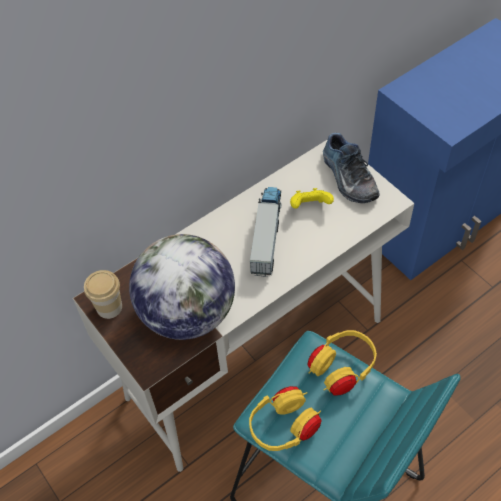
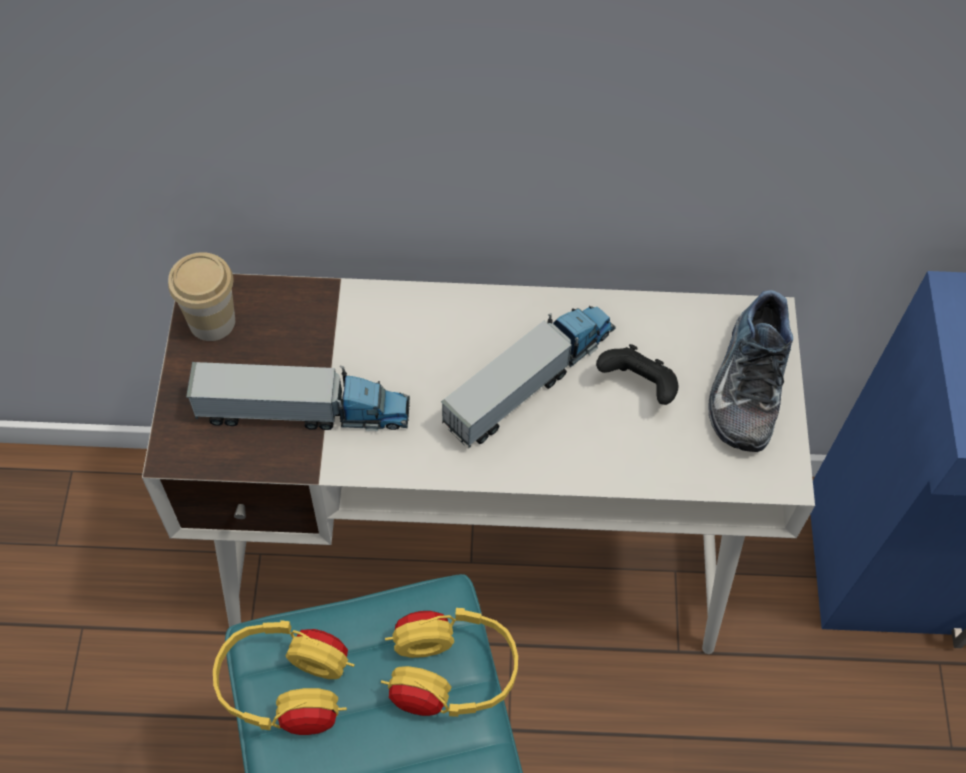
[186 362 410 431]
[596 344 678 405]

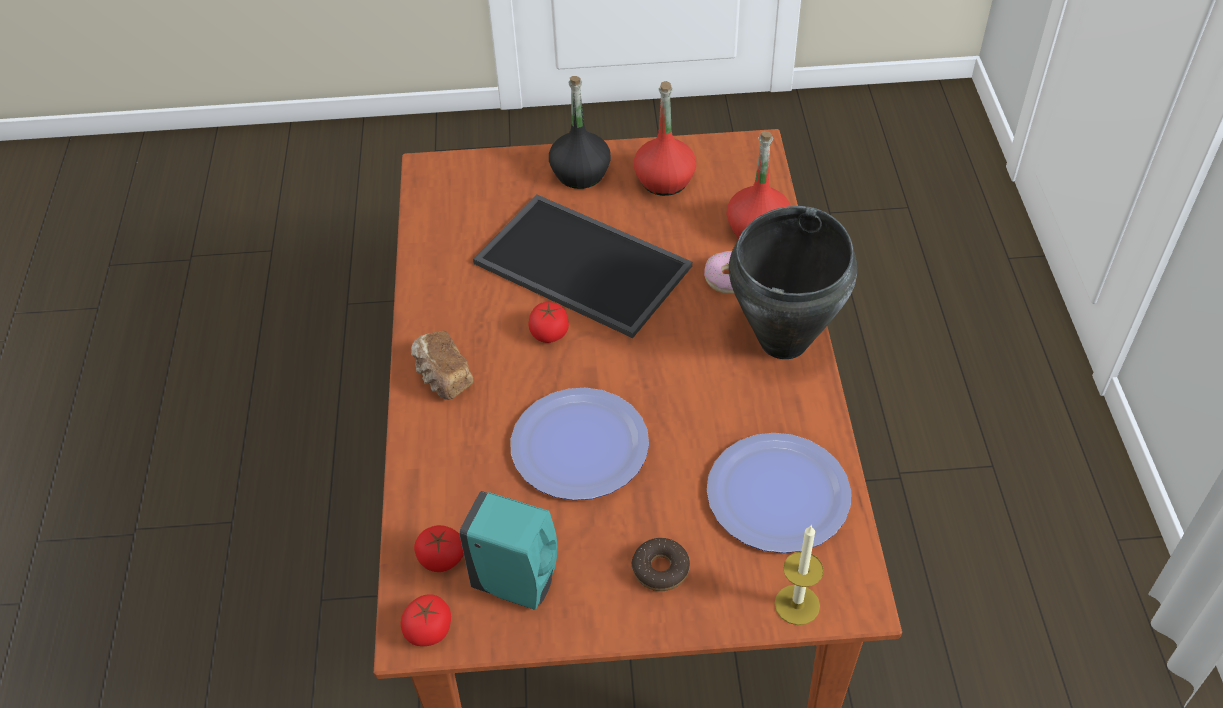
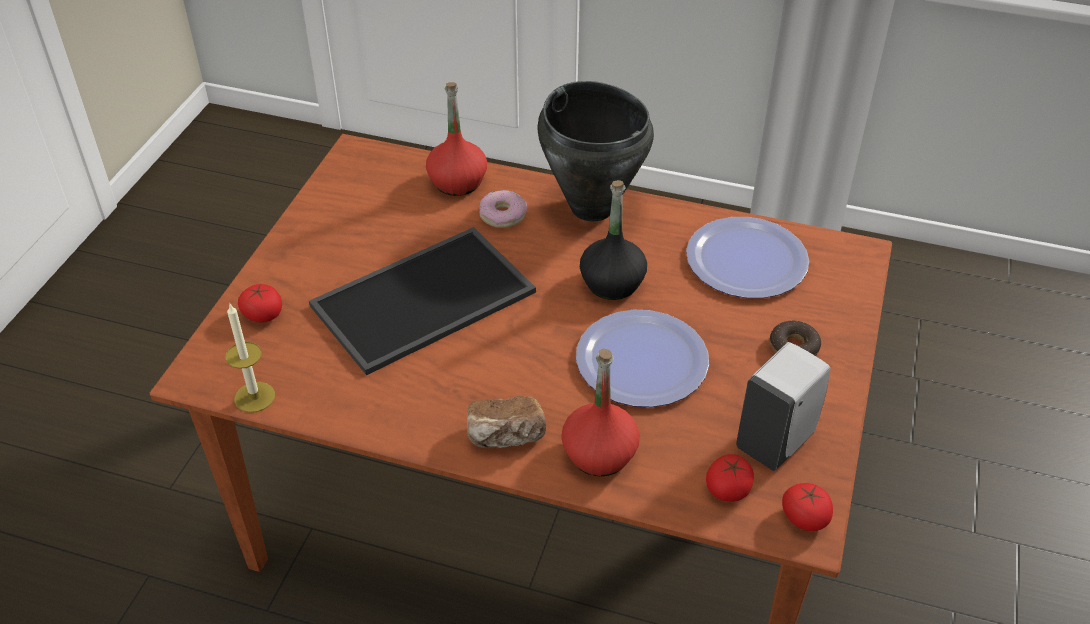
[225 304 275 413]
[238 283 282 323]
[561 348 640 476]
[580 180 647 300]
[736 342 830 471]

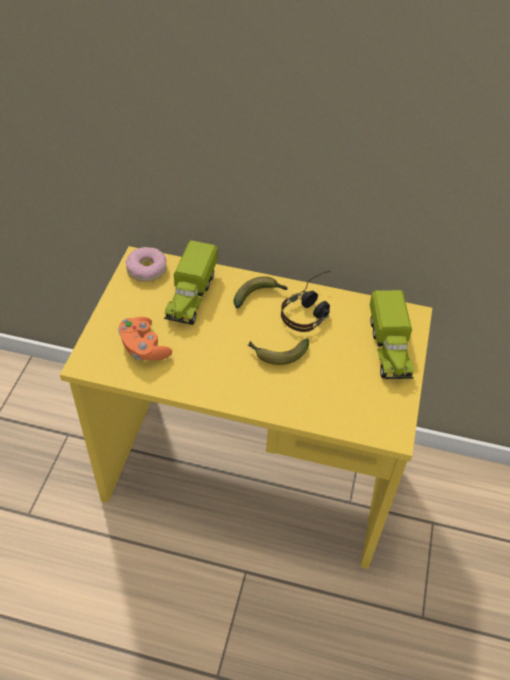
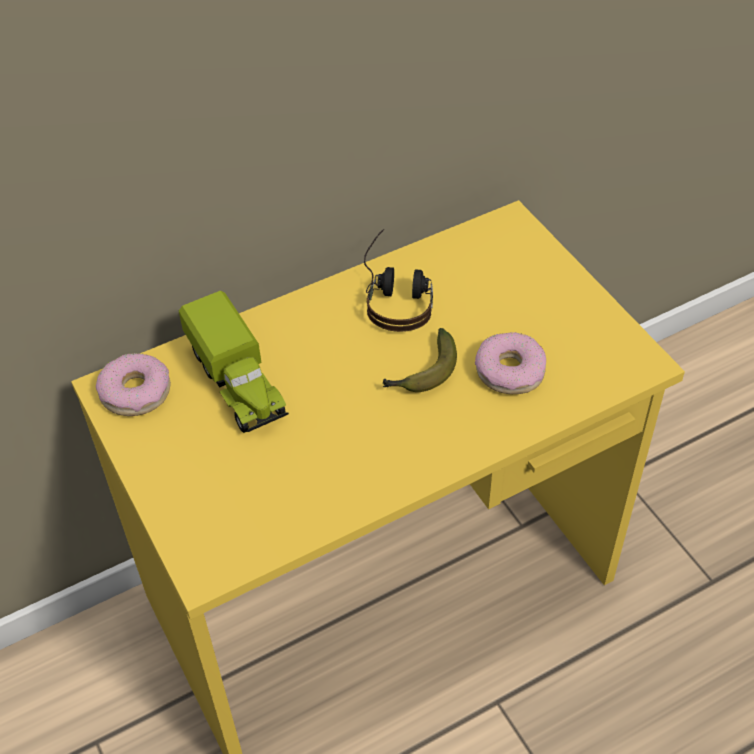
[475 332 546 394]
[118 317 172 360] (first image)
[234 276 288 308] (first image)
[369 290 414 379] (first image)

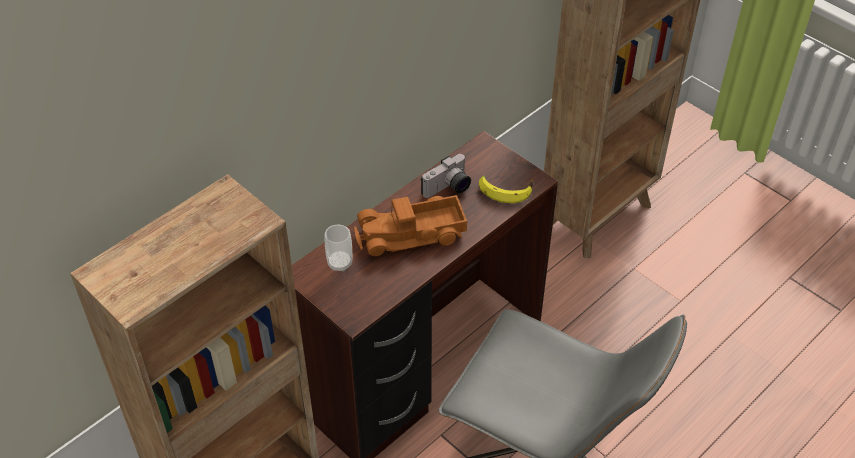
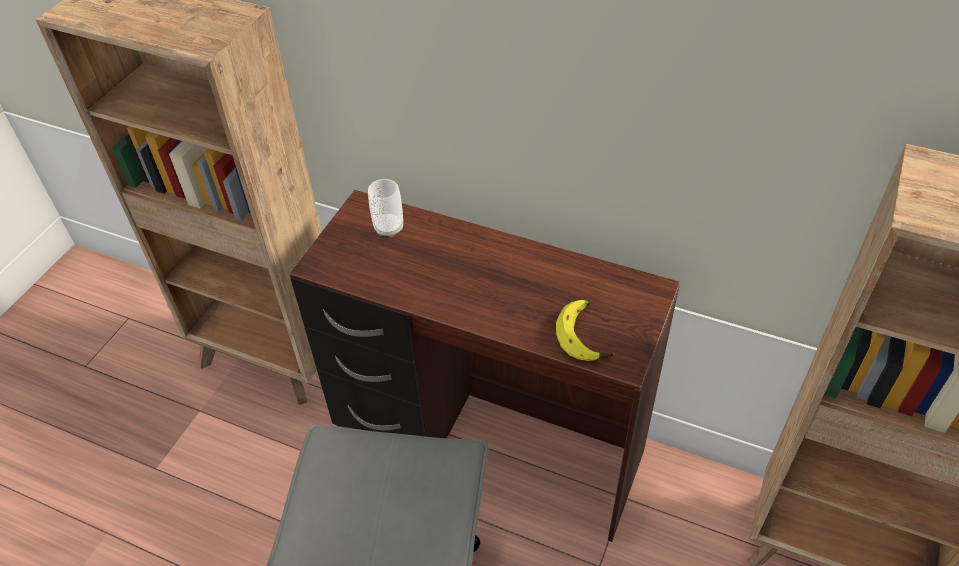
[354 195 467 256] (first image)
[421 154 471 198] (first image)

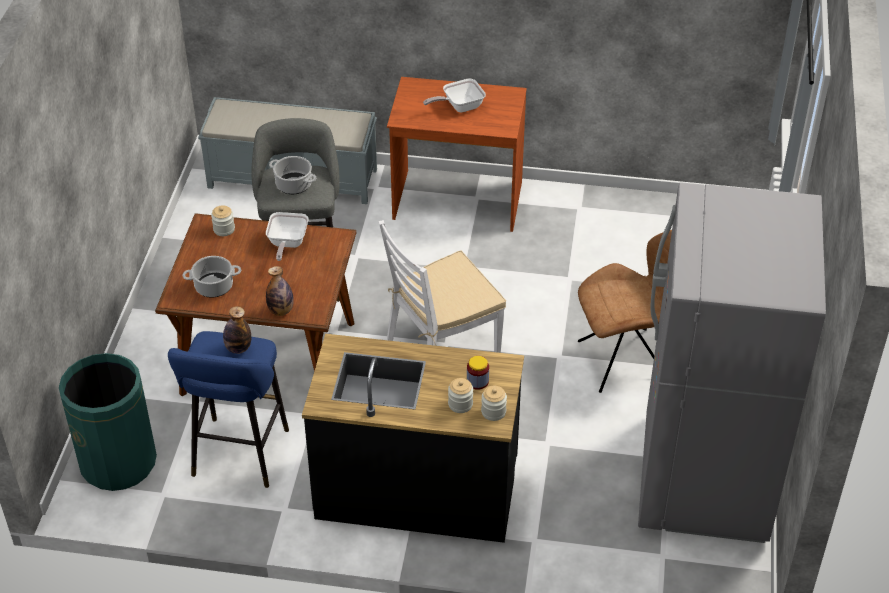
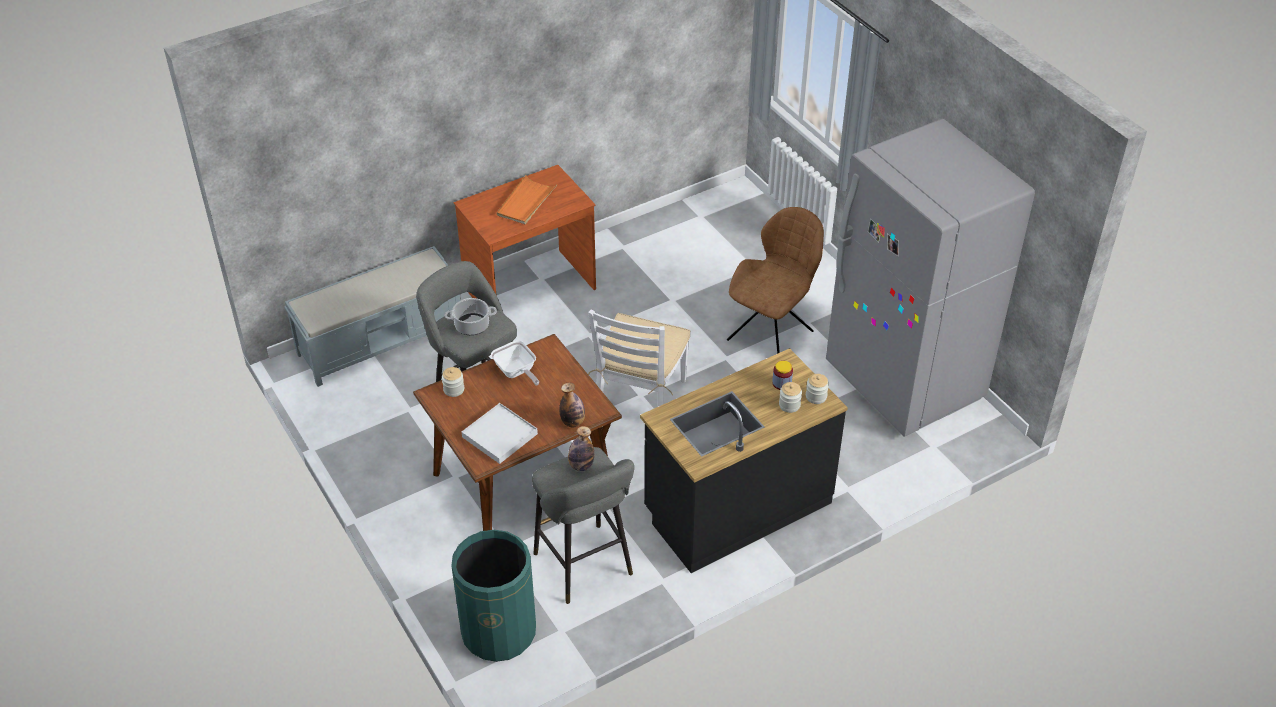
[462 403 538 464]
[497 175 557 224]
[532 447 634 604]

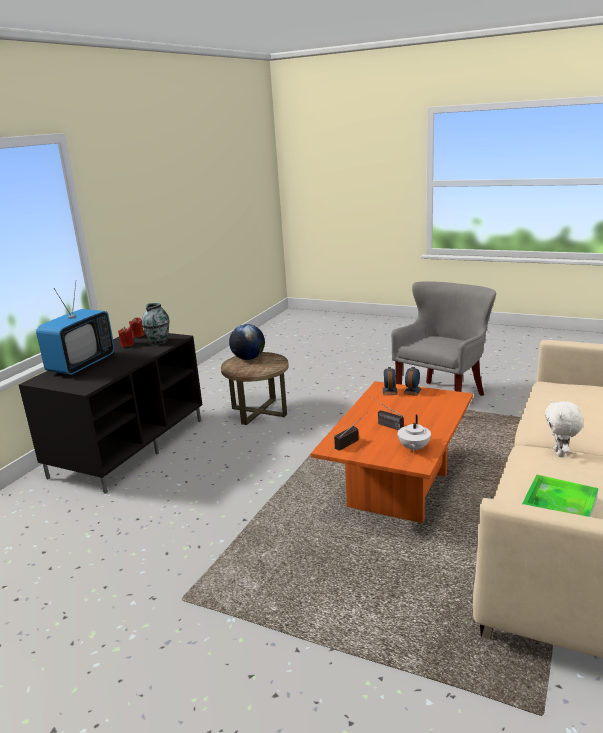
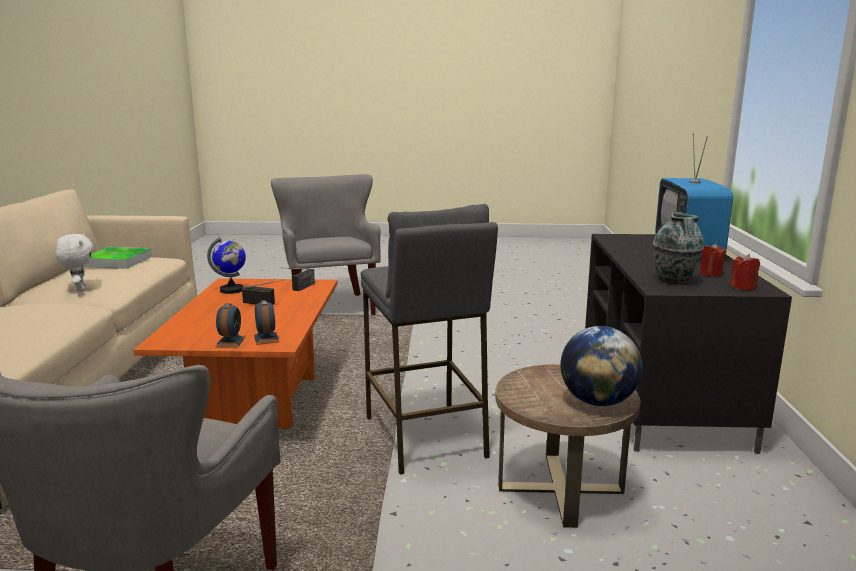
[207 237 246 294]
[271 174 381 315]
[361 204 498 475]

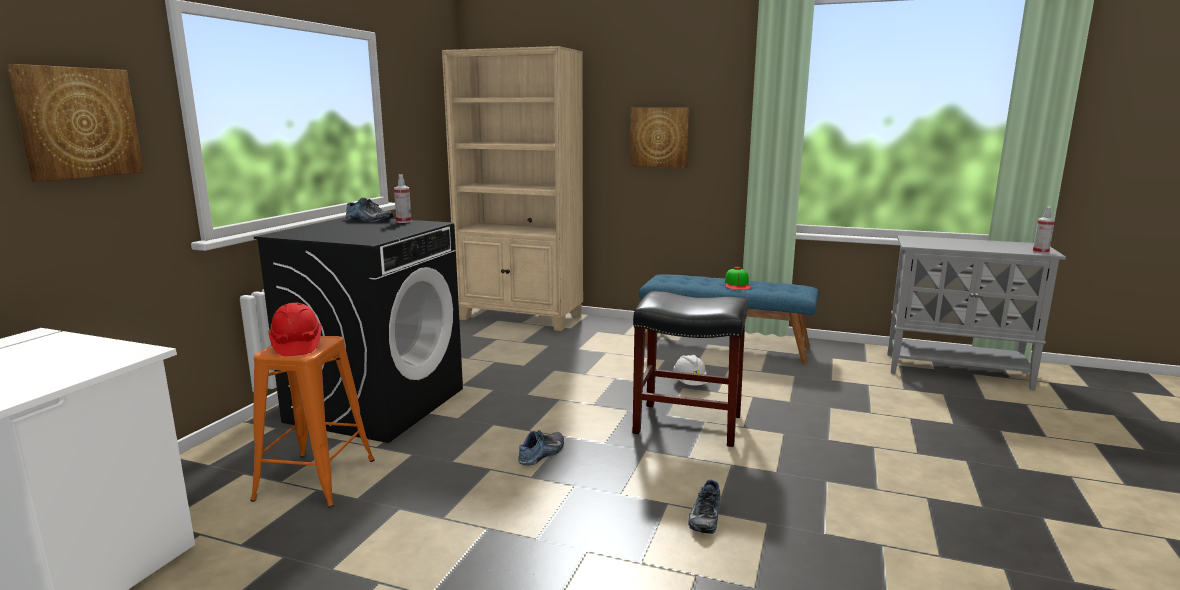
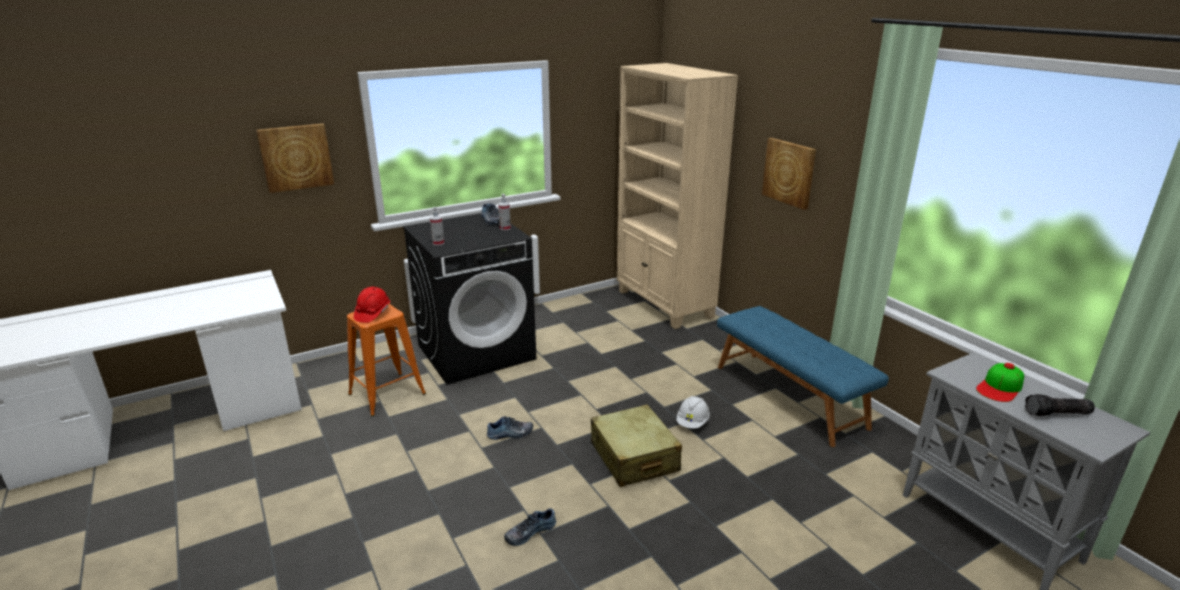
[430 207 444 246]
[591 404 682 487]
[976 363 1024 402]
[1025 394 1095 416]

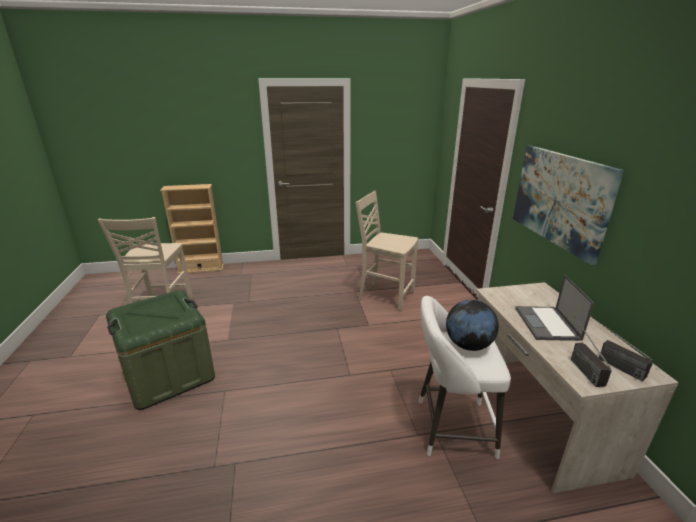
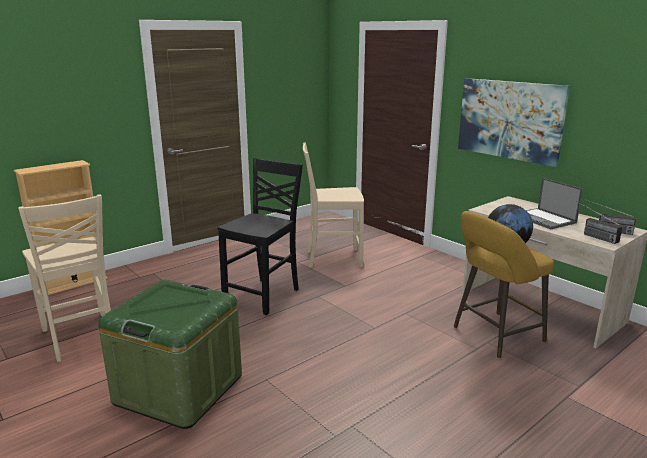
[218 158 303 315]
[454 211 554 359]

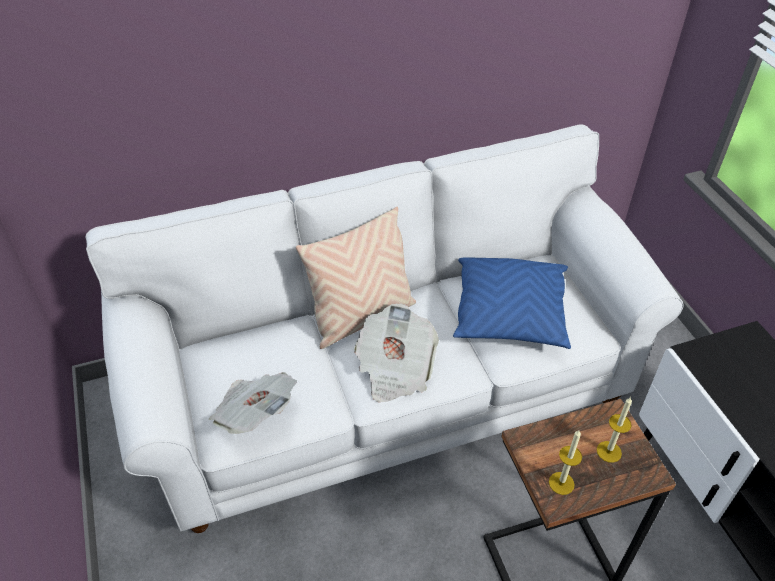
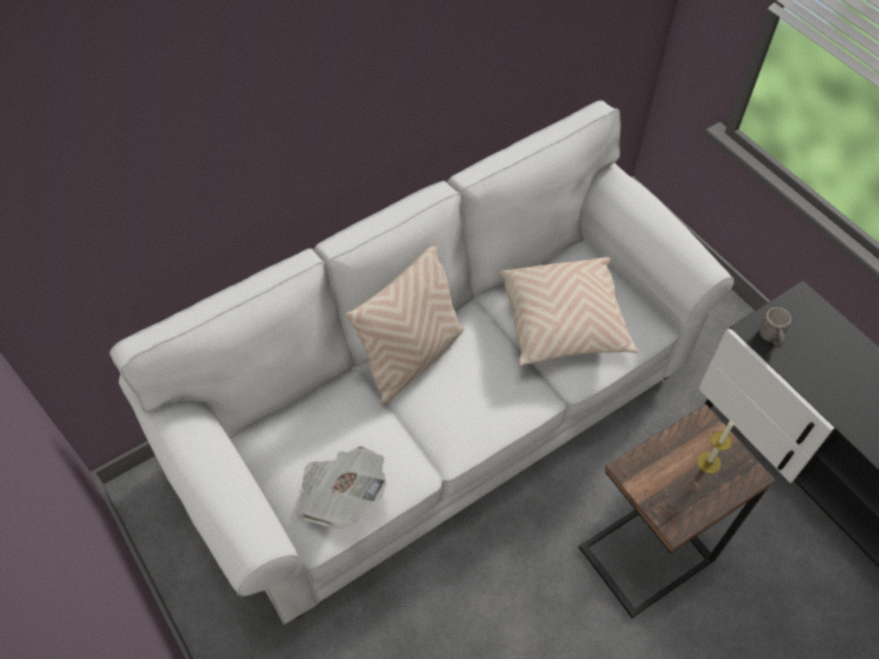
[498 257 638 366]
[760 307 791 348]
[354 303 439 403] (first image)
[549 430 582 495] (first image)

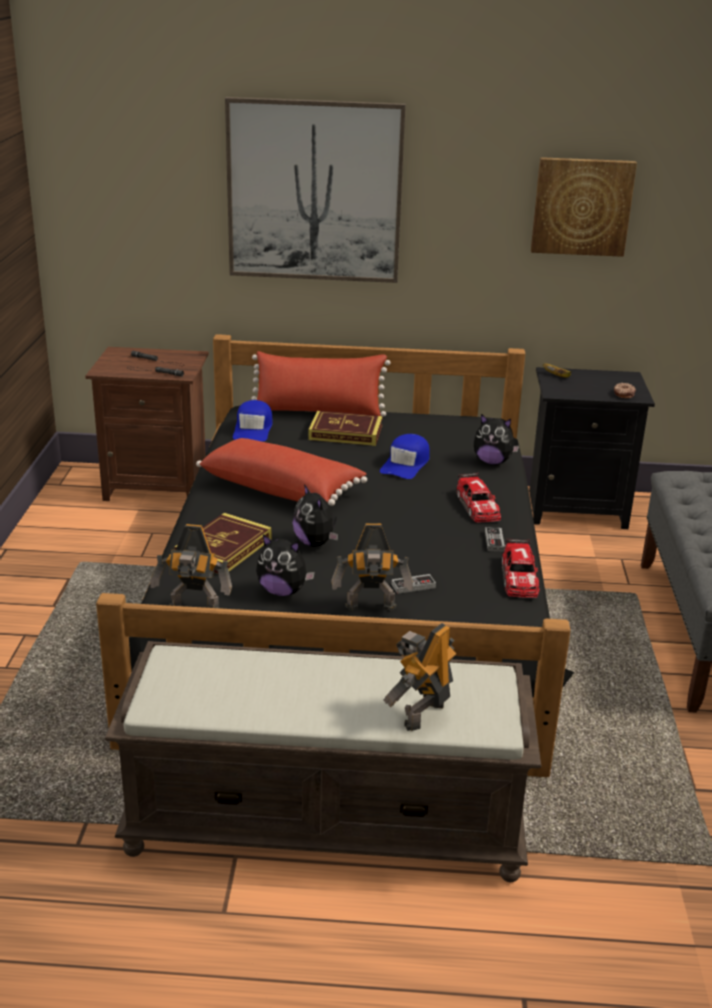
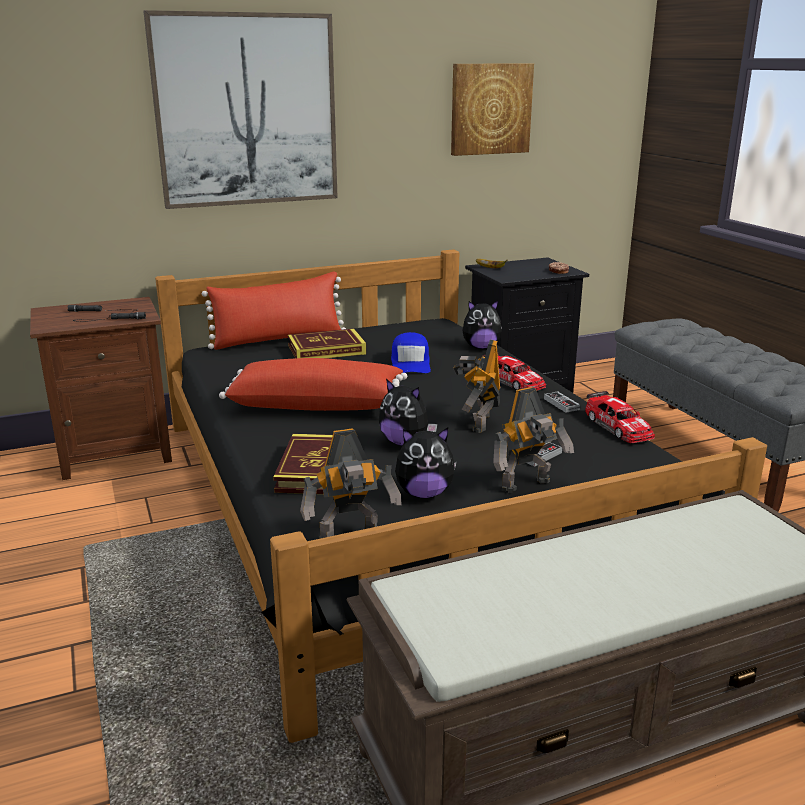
[453 339 501 433]
[233 400 273 442] (first image)

